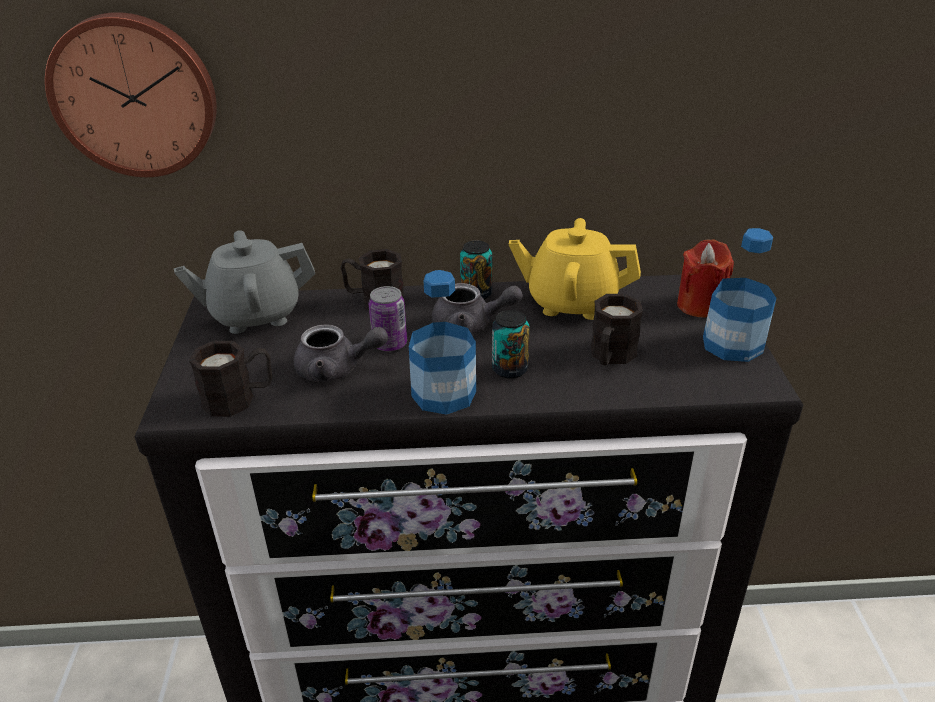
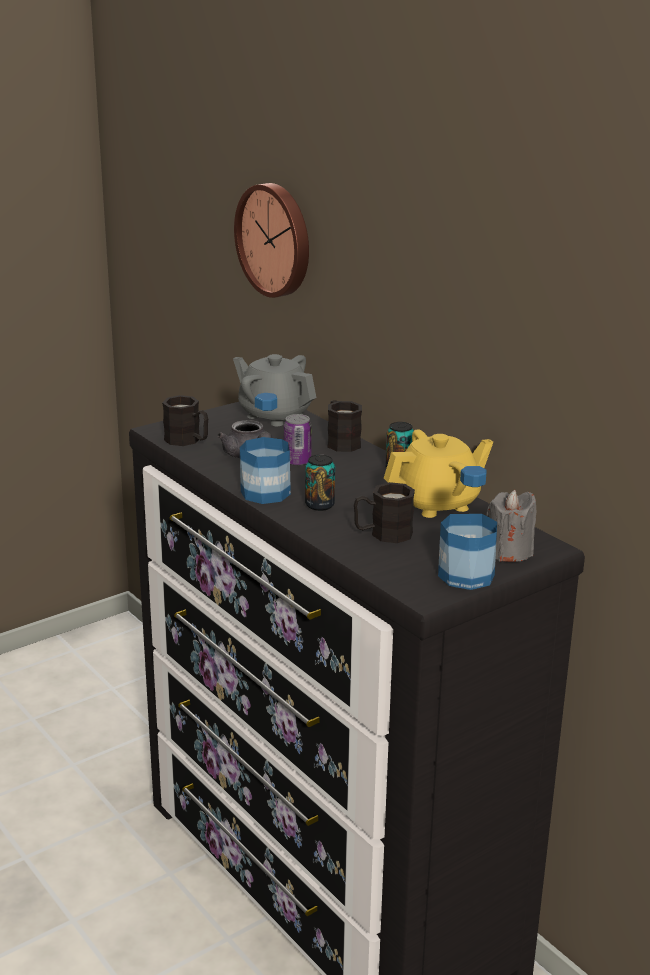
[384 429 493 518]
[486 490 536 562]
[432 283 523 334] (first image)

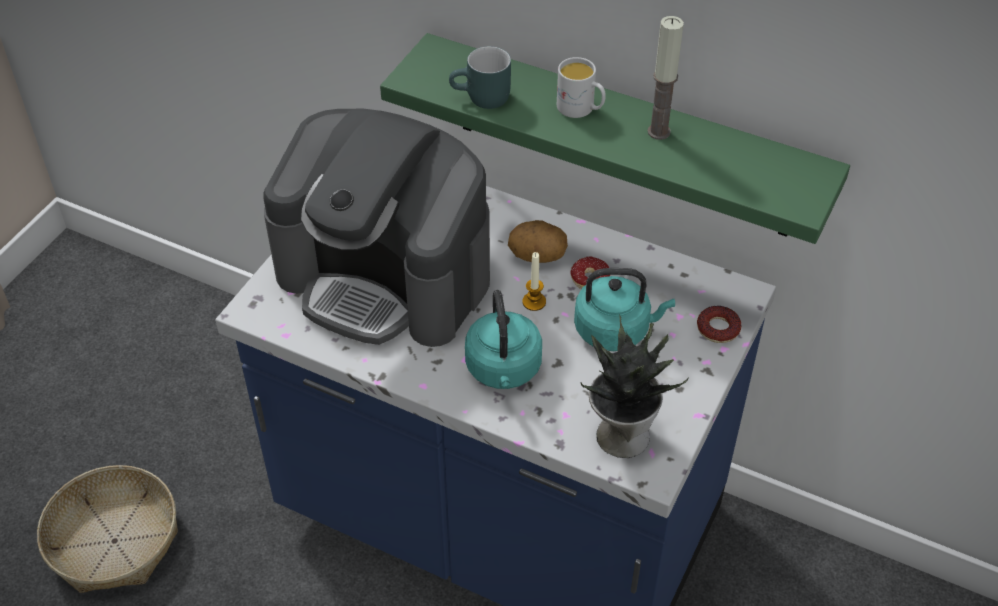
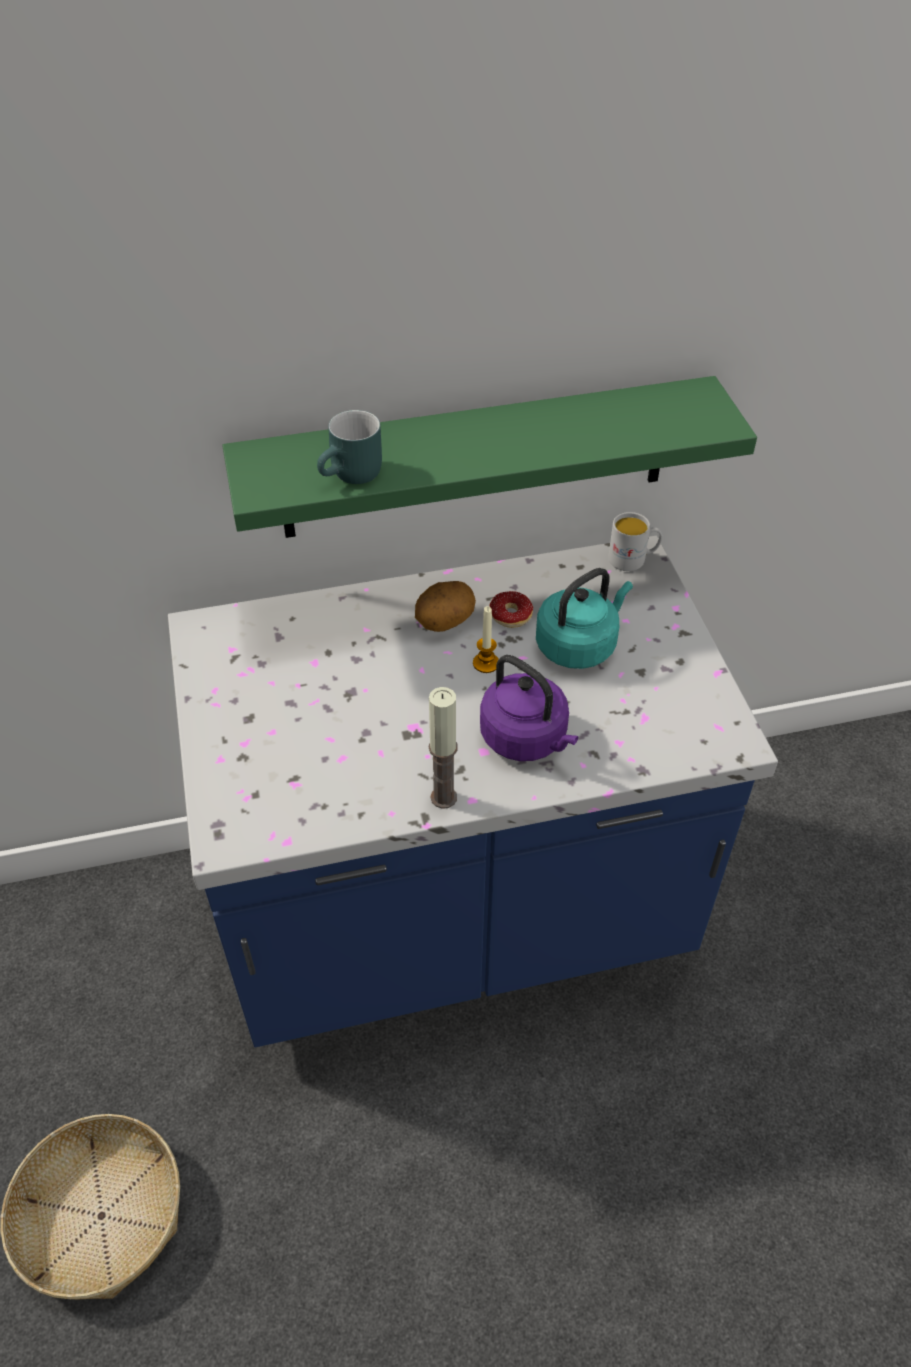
[429 687 458 809]
[480 655 578 761]
[608 512 662 571]
[264 109 490 347] (first image)
[581 316 689 458] (first image)
[697 306 741 343] (first image)

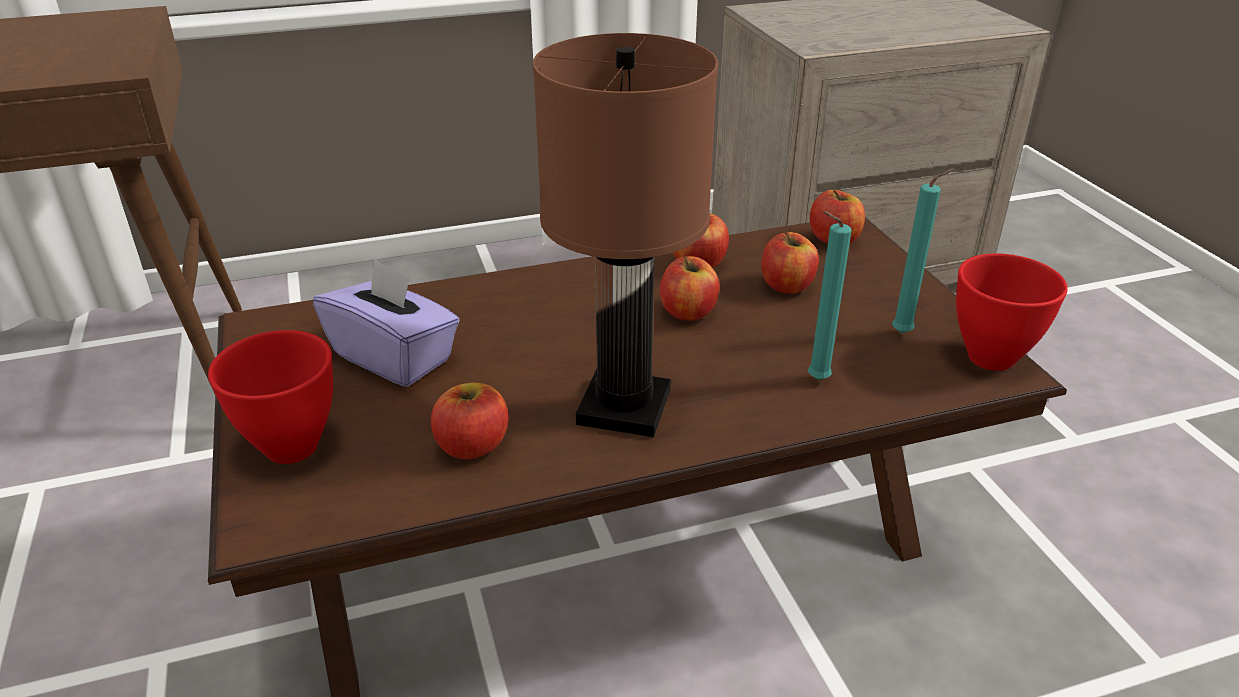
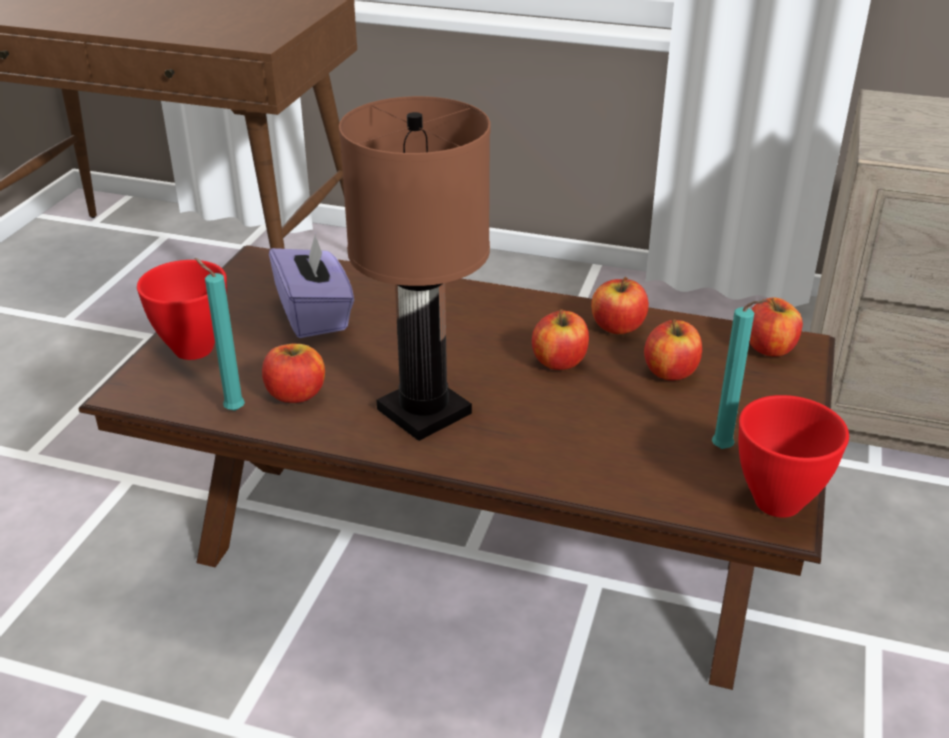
[194 258 245 411]

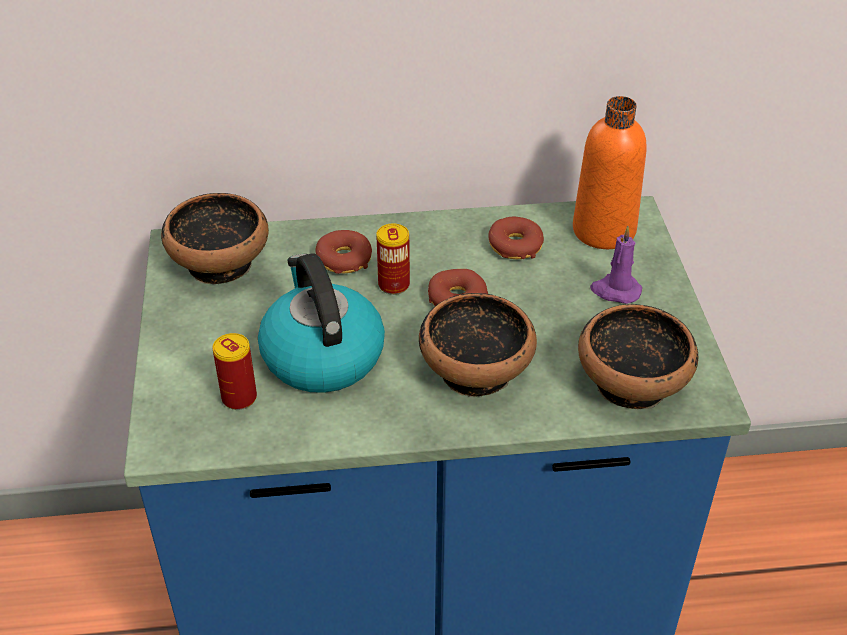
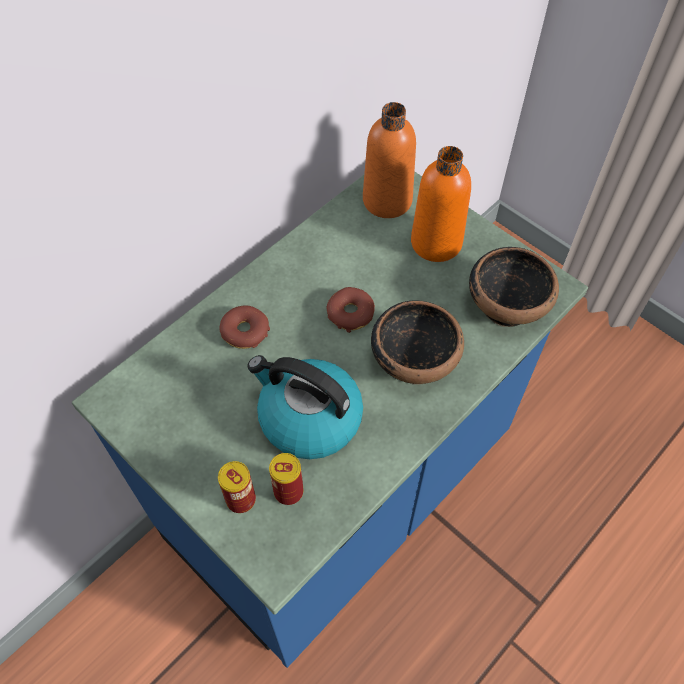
[218 461 256 513]
[411 146 471 262]
[161 193 269 284] (first image)
[488 217 544 259] (first image)

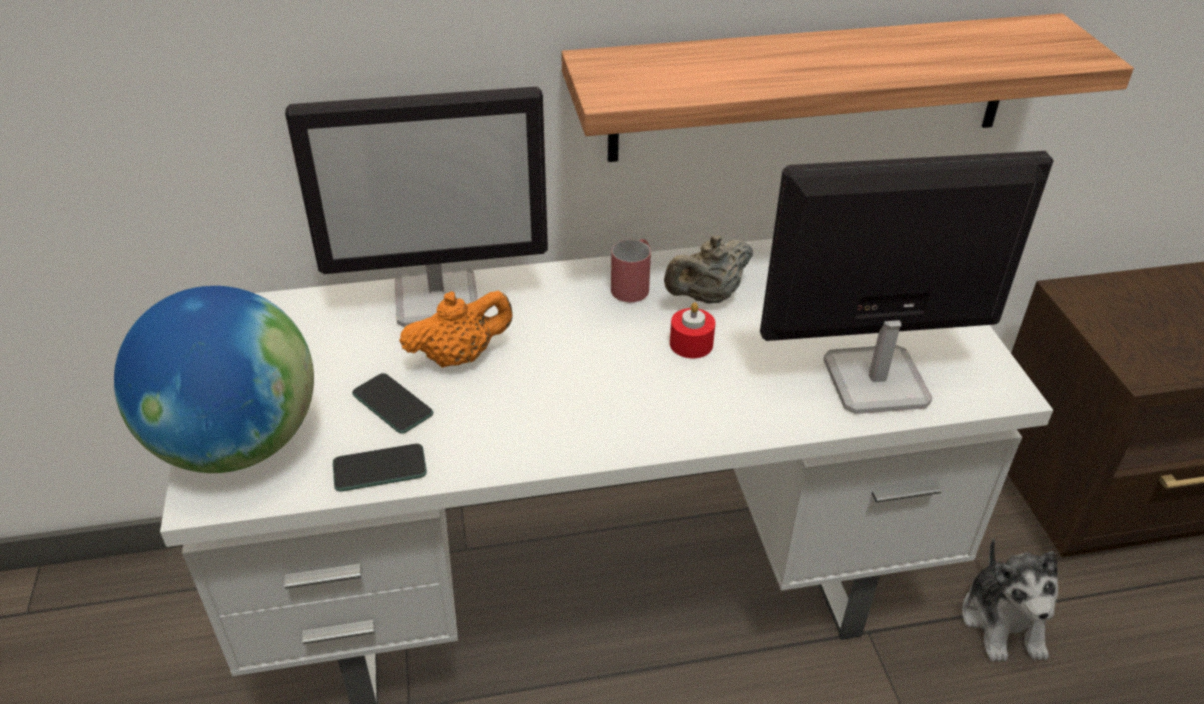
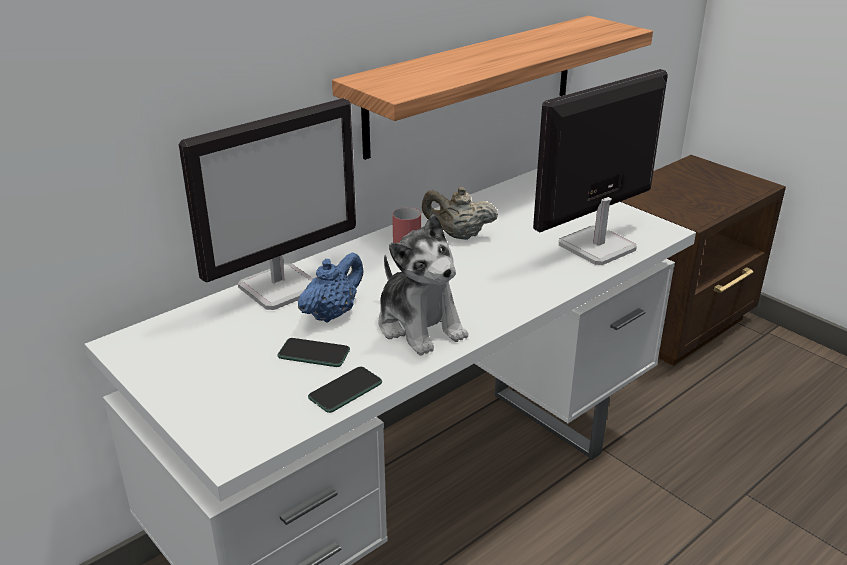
[298 252 364 323]
[378 214 468 356]
[422 187 498 240]
[114 286 314 473] (first image)
[670 302 715 358] (first image)

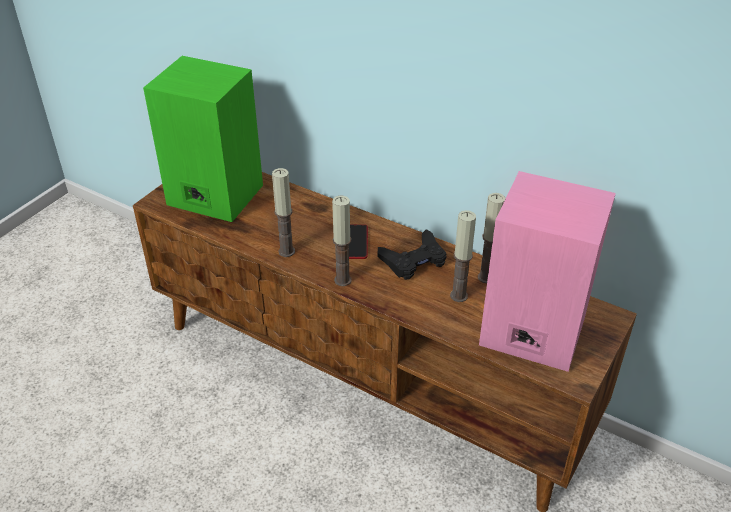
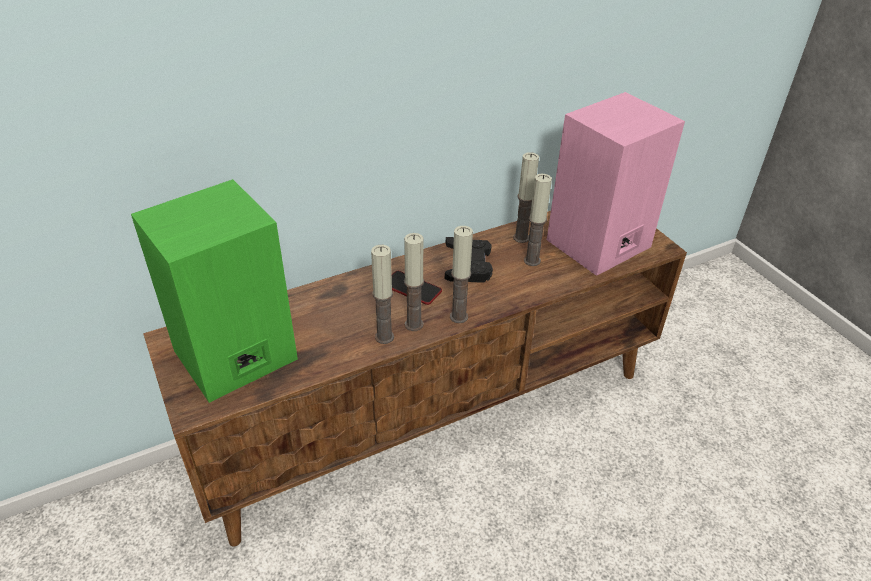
[404 233 424 331]

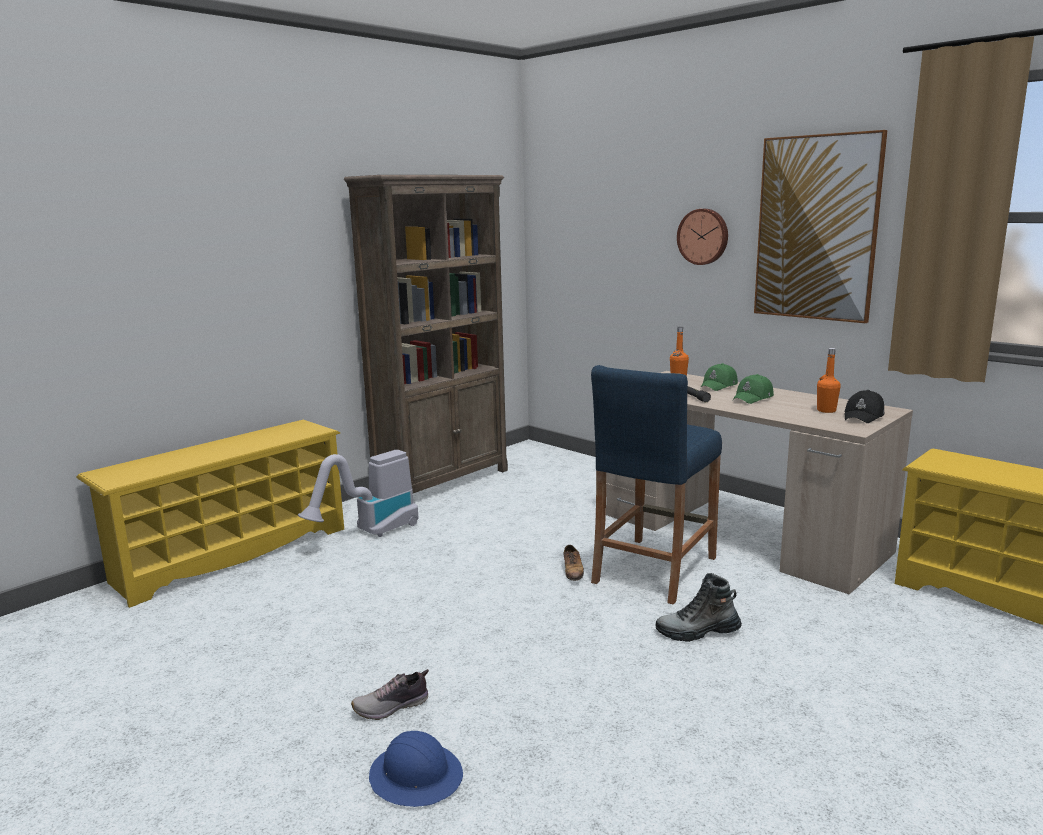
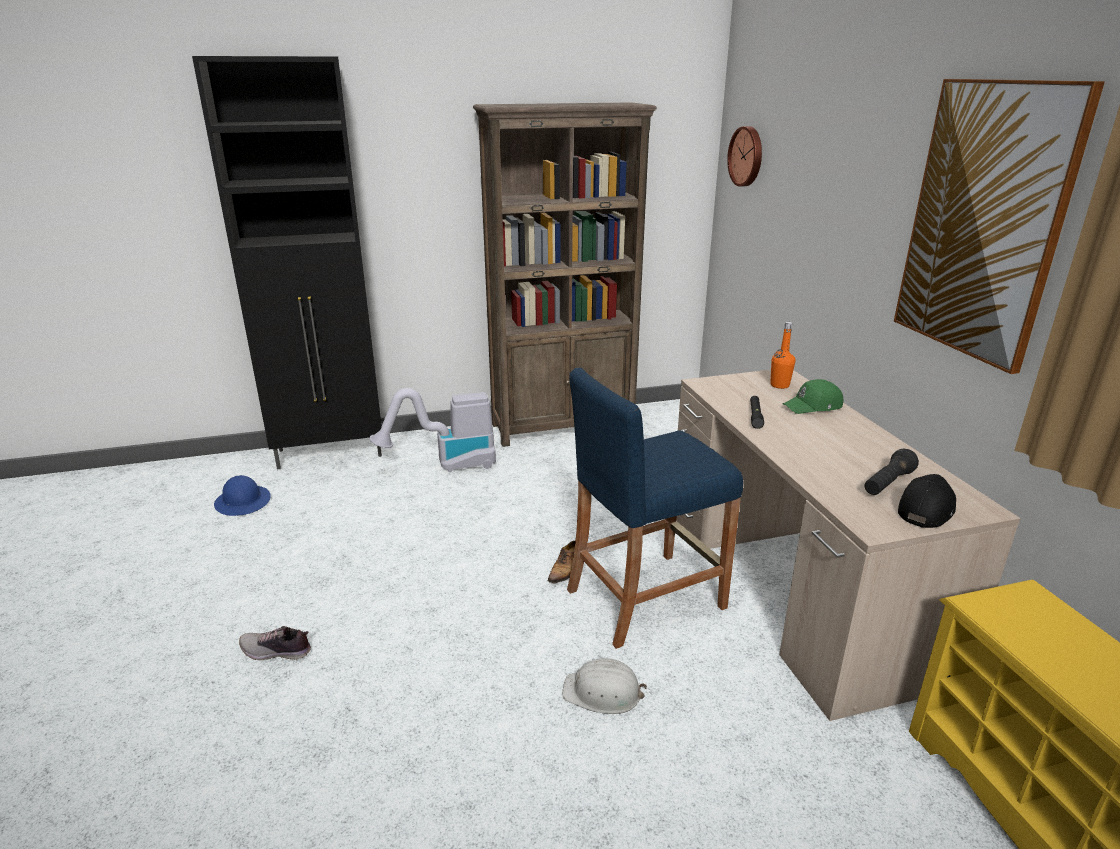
[192 56 382 470]
[214 475 271 516]
[562 658 647 714]
[727 126 762 187]
[865 449 919 495]
[898 474 956 528]
[732 374 774 404] (first image)

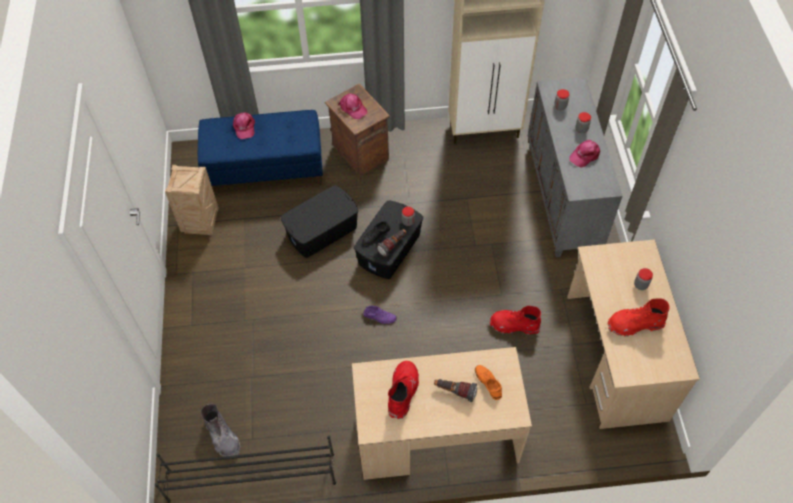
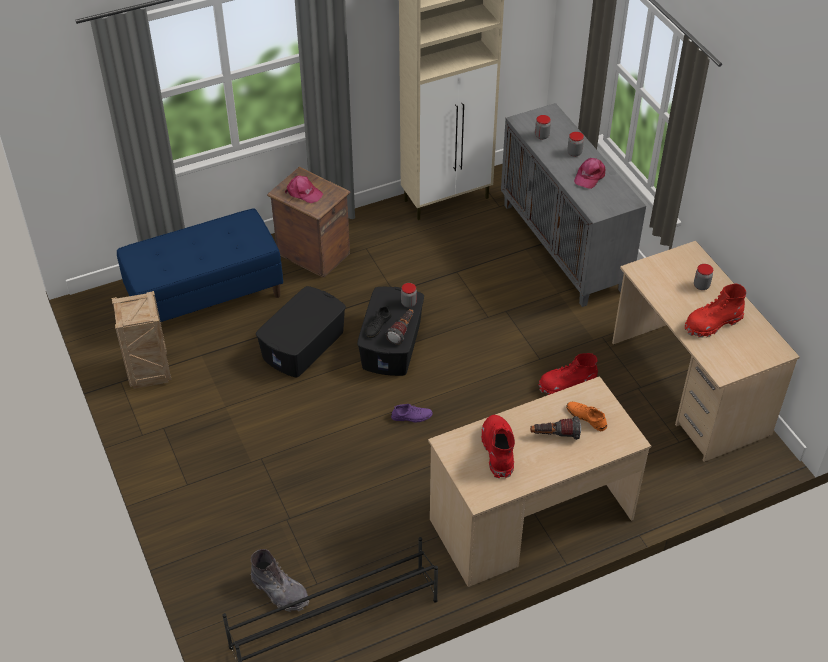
[233 112 255 139] (first image)

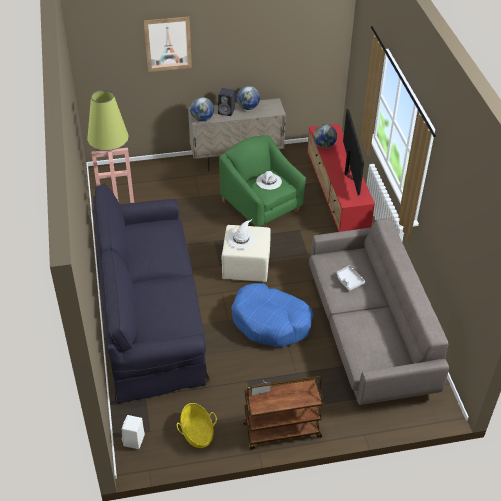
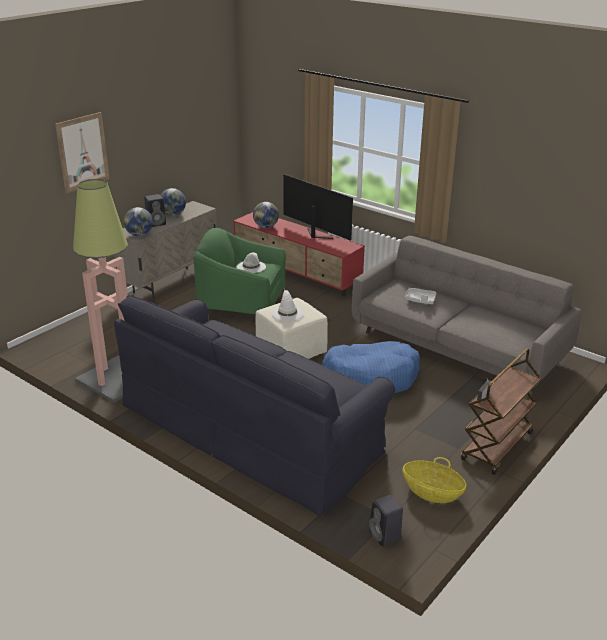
[369 495 403 547]

